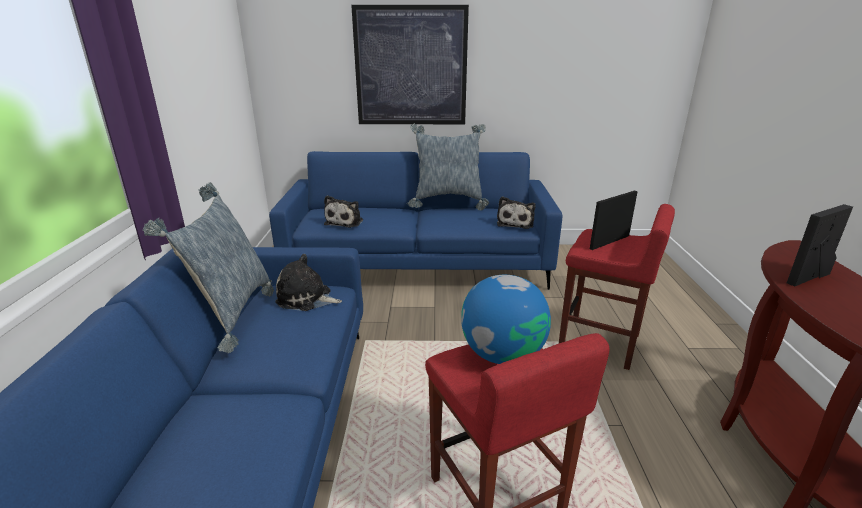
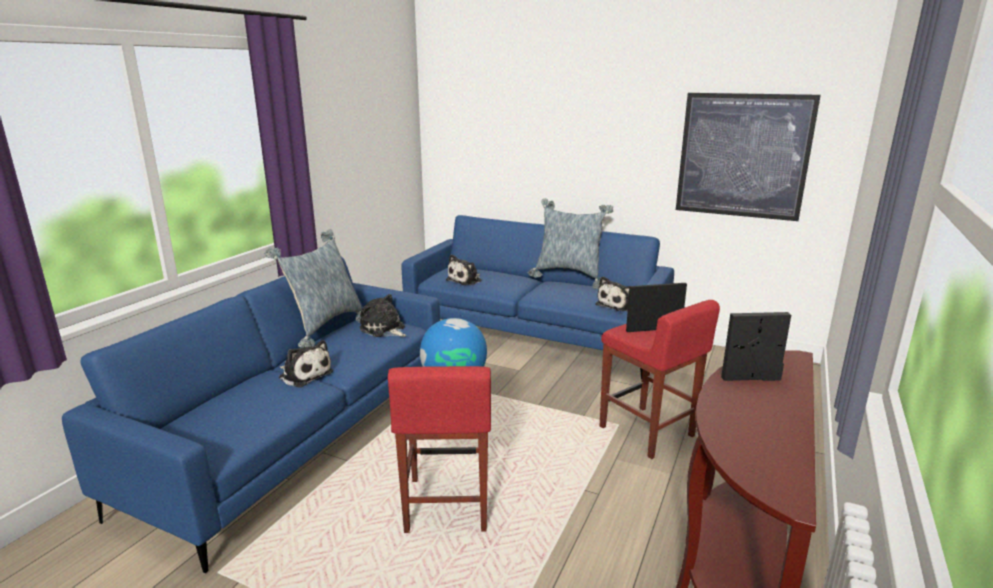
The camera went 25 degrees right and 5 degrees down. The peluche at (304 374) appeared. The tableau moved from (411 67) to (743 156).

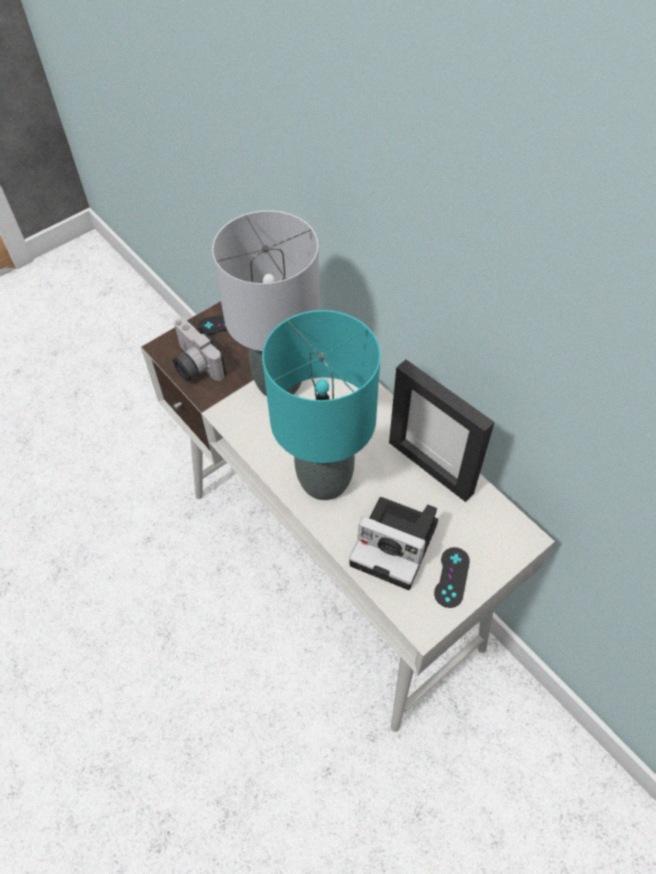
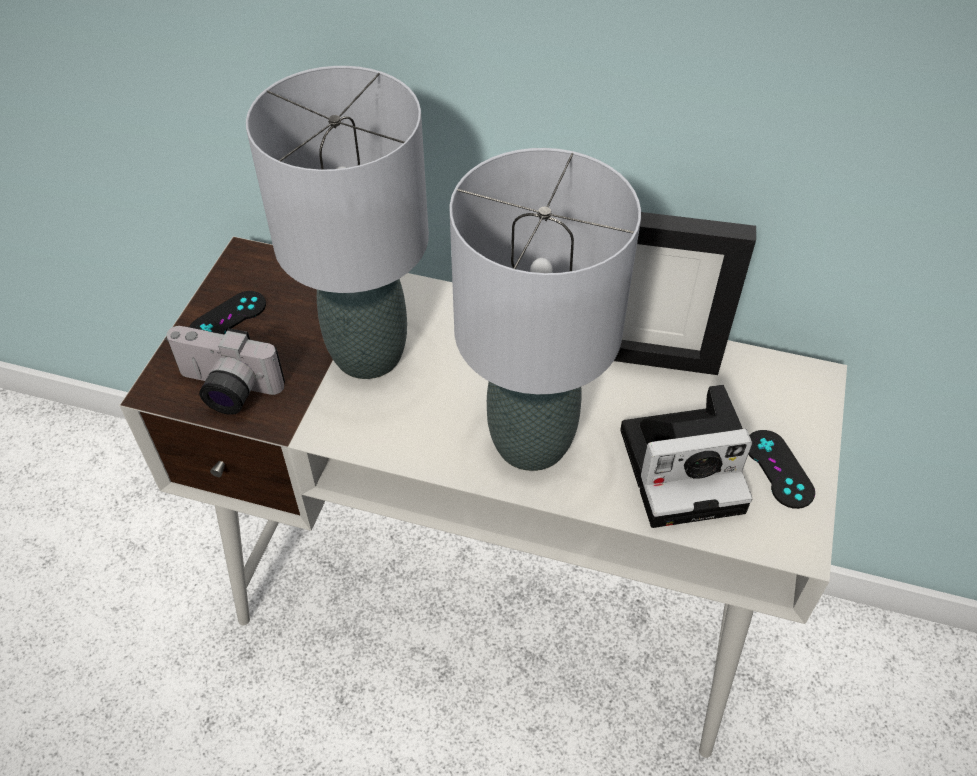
The camera went 35 degrees left and 5 degrees down. The lampe de table/turquoise at (324 480) became the lampe de table/gris at (530 442).

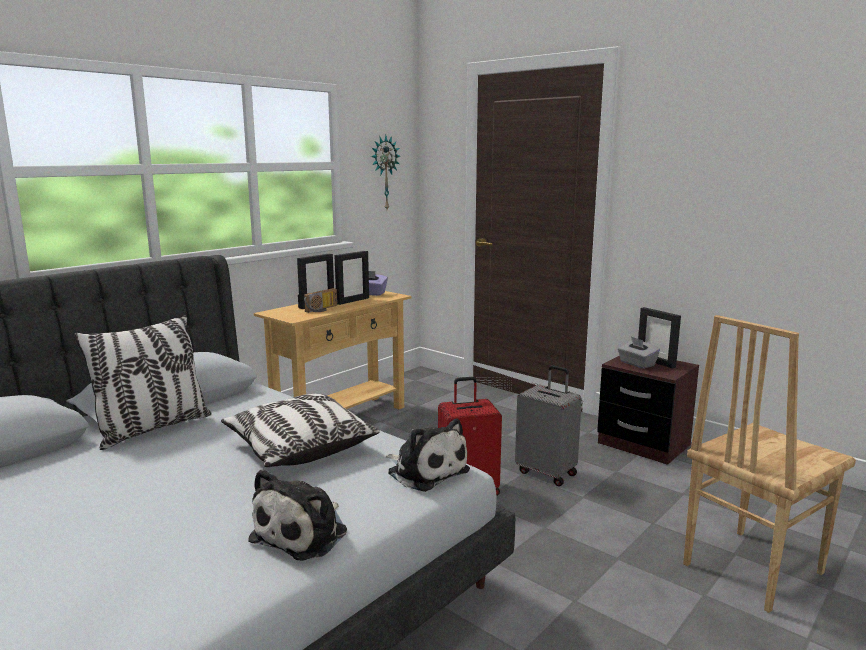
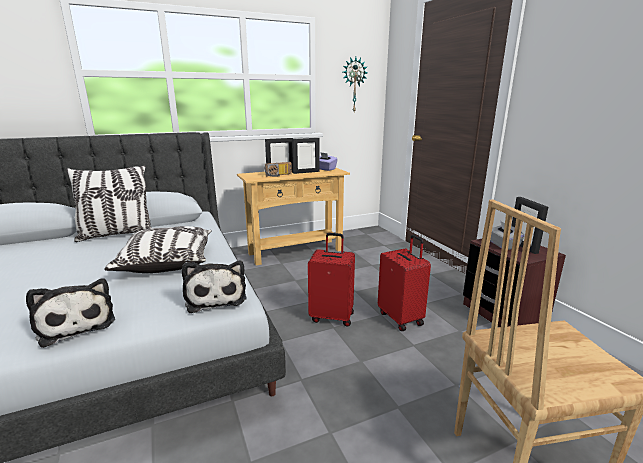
The camera went 25 degrees right and 5 degrees up. The peluche at (304 534) turned 90 degrees counterclockwise. The valise/gris at (547 472) became the valise/rouge at (401 318).

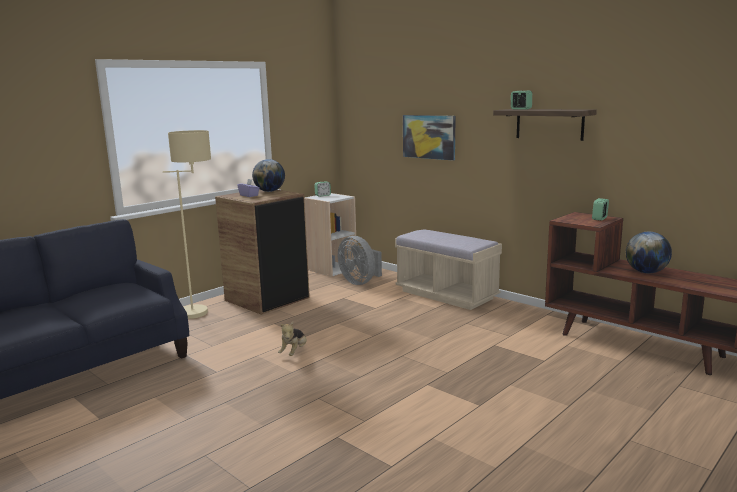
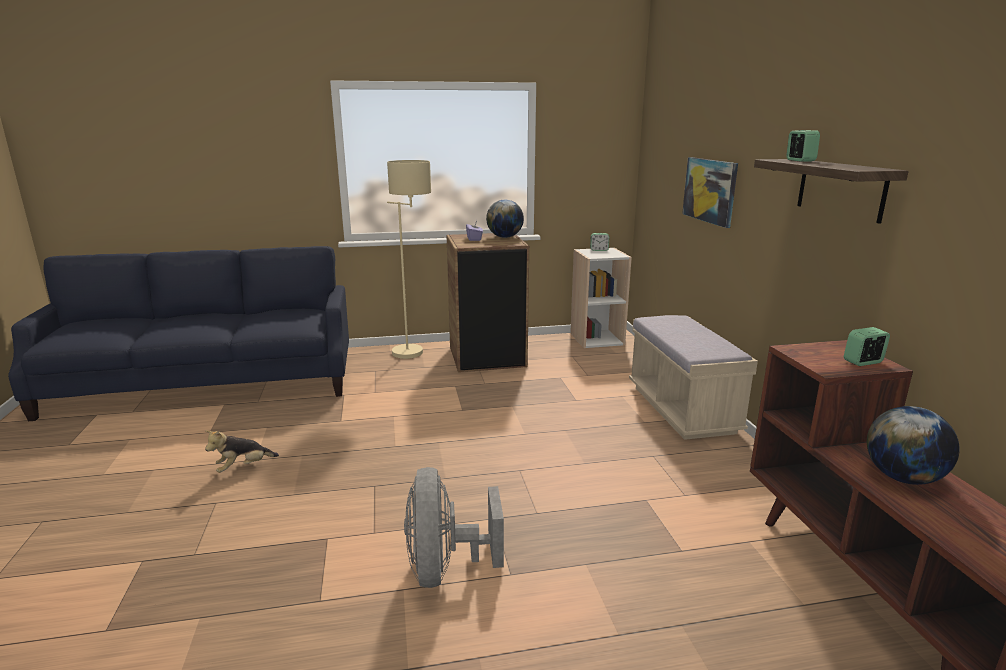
The camera went 35 degrees right and 5 degrees up. The peluche moved from (294 352) to (243 467). The ventilateur/gris moved from (360 282) to (446 568).

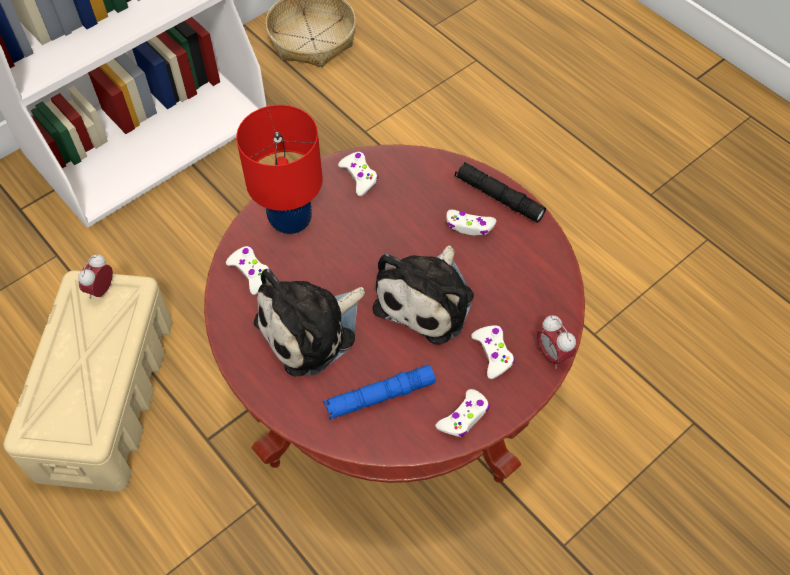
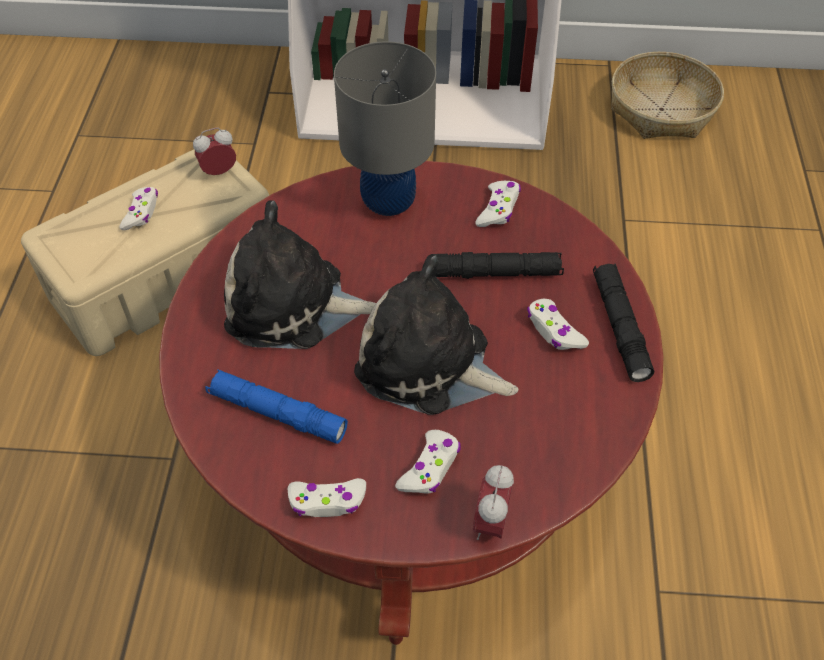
The camera went 45 degrees right and 5 degrees down. The manette/blanc moved from (250 272) to (141 212). The lampe de table/rouge at (291 223) became the lampe de table/gris at (388 205). The peluche at (428 299) turned 45 degrees clockwise. The lampe de poche/noir at (495 273) appeared.

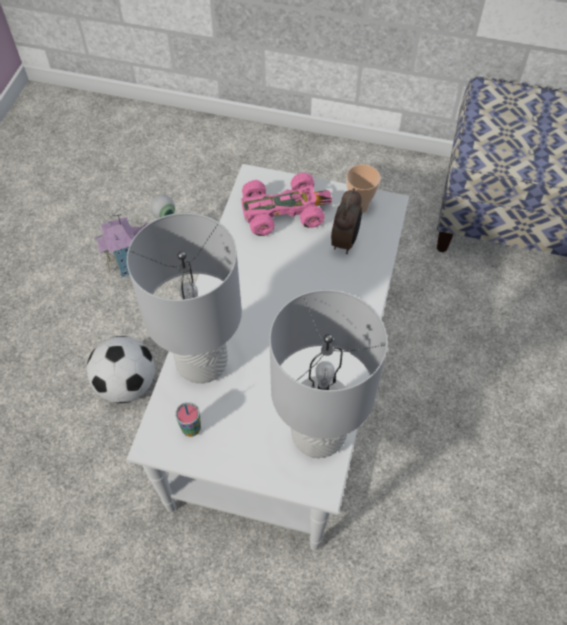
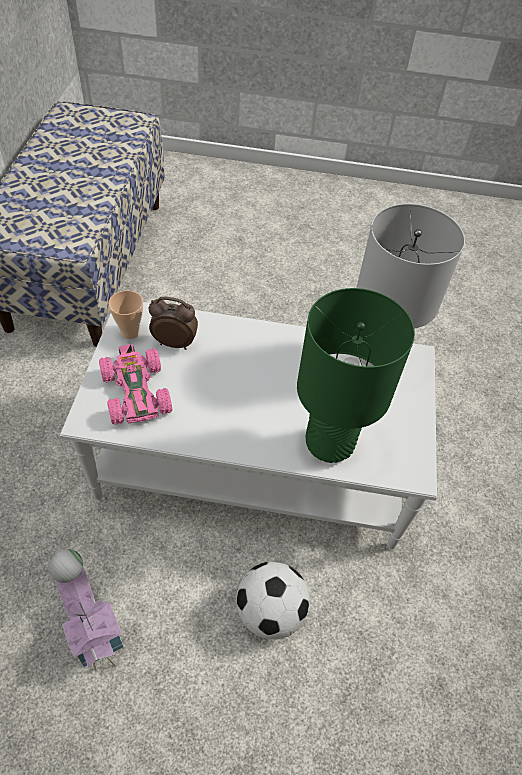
The camera went 100 degrees left and 5 degrees down. The lampe de table/gris at (202 364) became the lampe de table/vert at (328 446). The tasse at (191 429) disappeared.

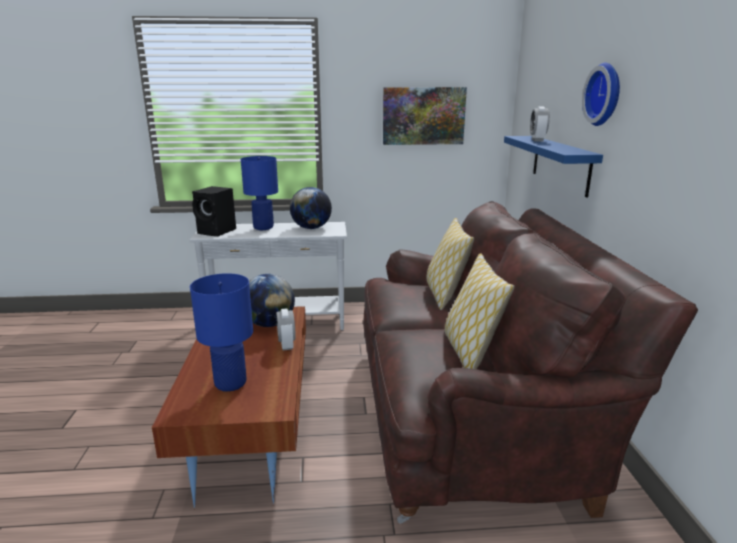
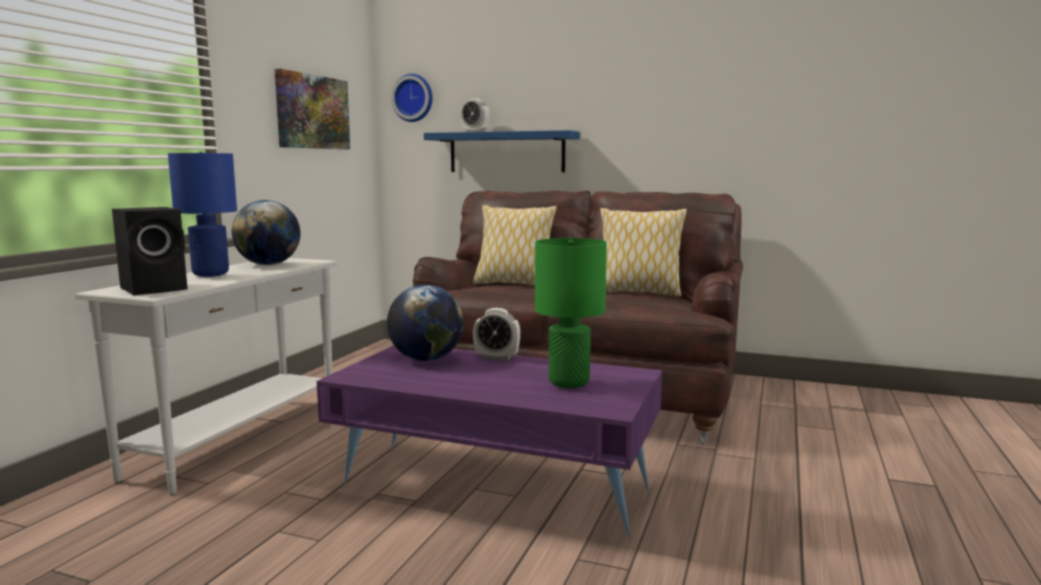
The camera went 65 degrees left and 10 degrees down. The table basse/marron at (252 427) became the table basse/violet at (495 489). The horloge murale moved from (605 94) to (413 98). The lampe de table/bleu at (231 385) became the lampe de table/vert at (568 385).

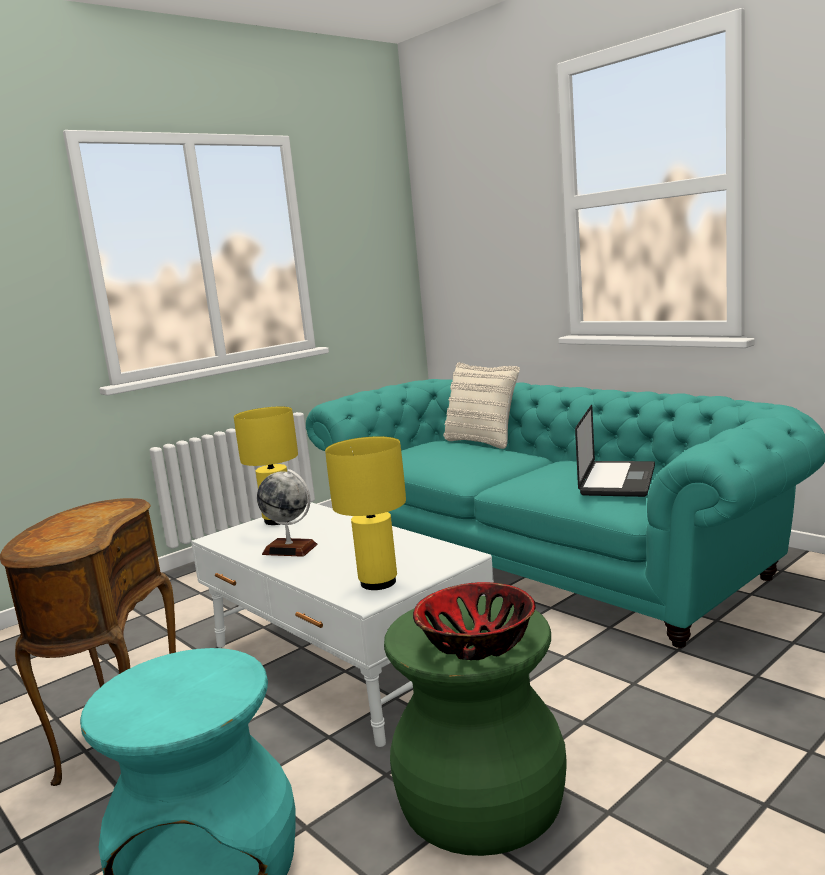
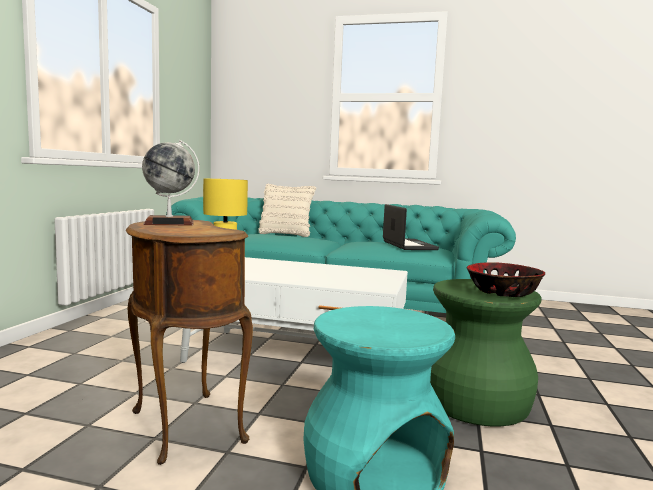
The camera went 35 degrees left and 5 degrees down. The globe moved from (290 549) to (169 223). The lampe de table/jaune at (378 583) disappeared.

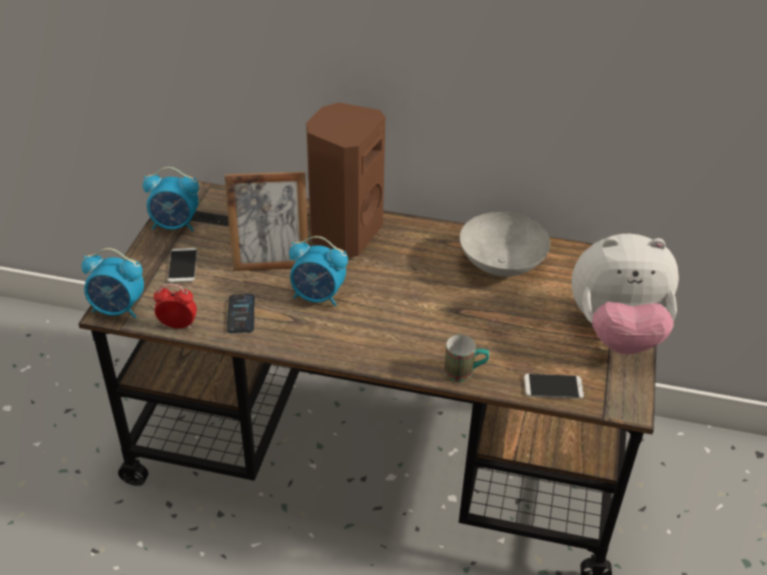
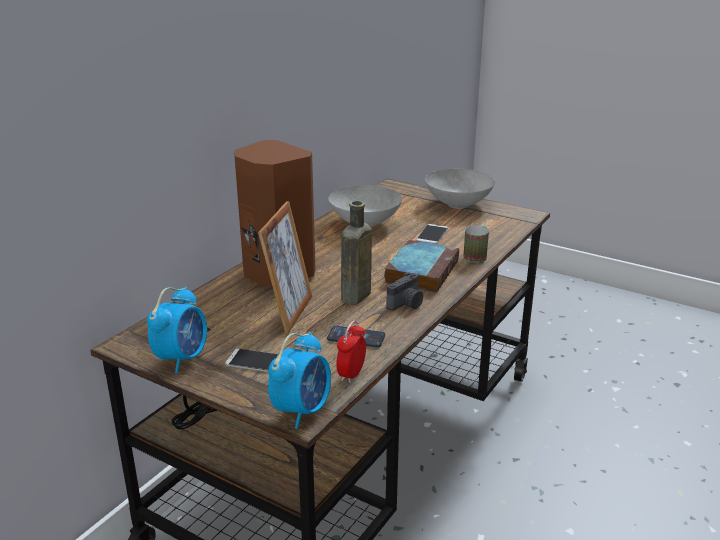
The camera went 70 degrees left and 15 degrees down. The réveil at (318 296) was replaced by the bouteille/marron at (355 297). The livre at (422 271) appeared. The appareil photo at (406 304) appeared. The téléphone moved from (553 387) to (432 235). The peluche at (616 332) was replaced by the bol/gris at (458 204).

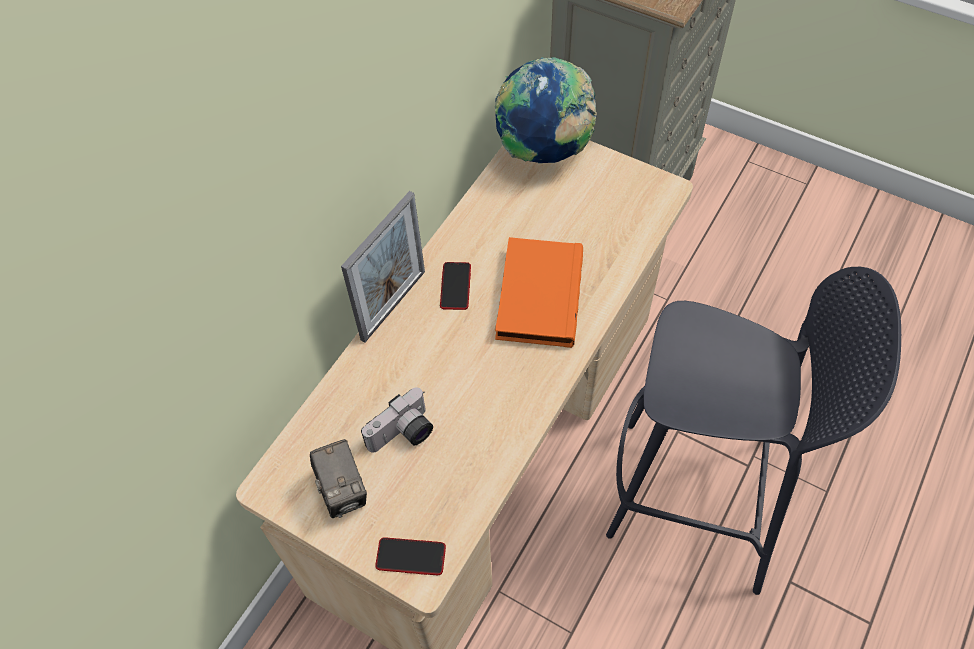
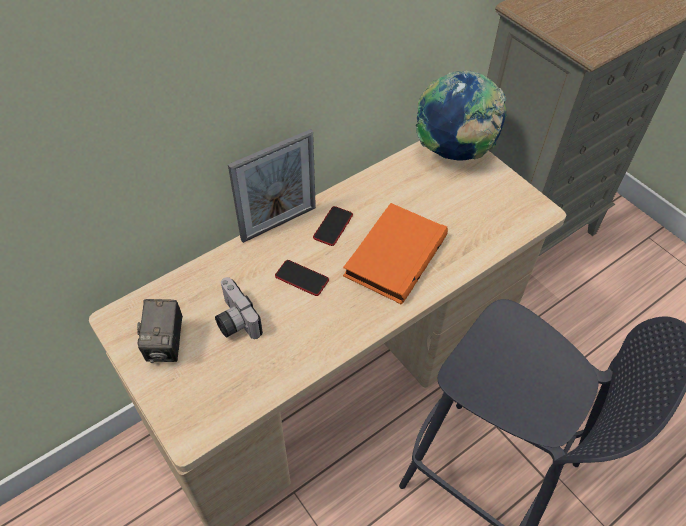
The camera went 20 degrees right and 5 degrees down. The appareil photo at (403 435) turned 75 degrees clockwise. The téléphone moved from (411 556) to (302 278).

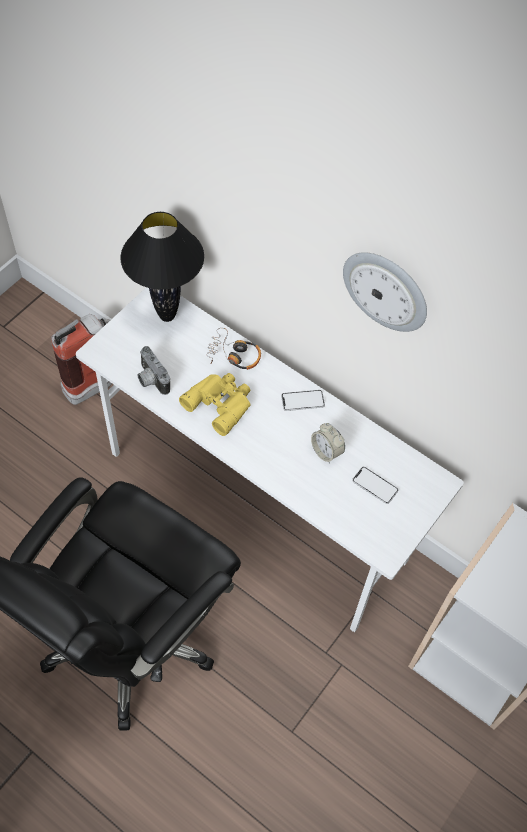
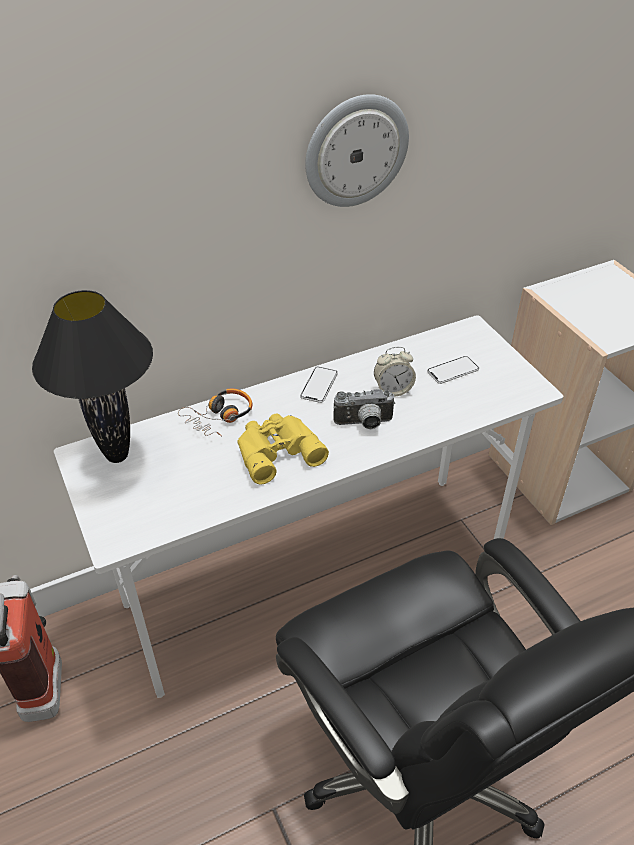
The camera went 60 degrees left and 15 degrees down. The appareil photo moved from (150 380) to (364 424).

